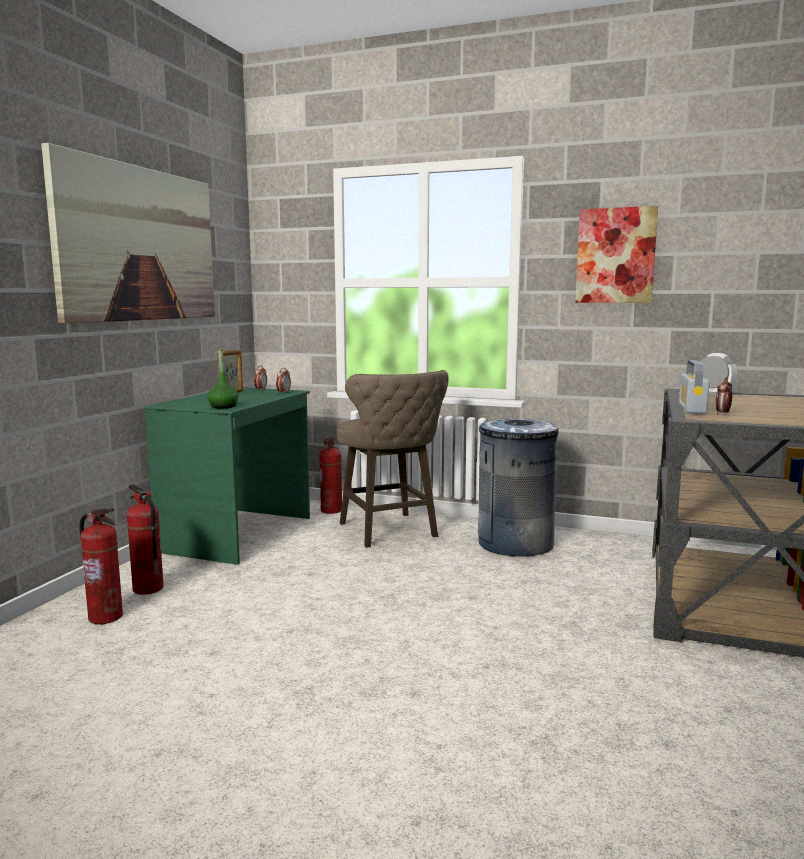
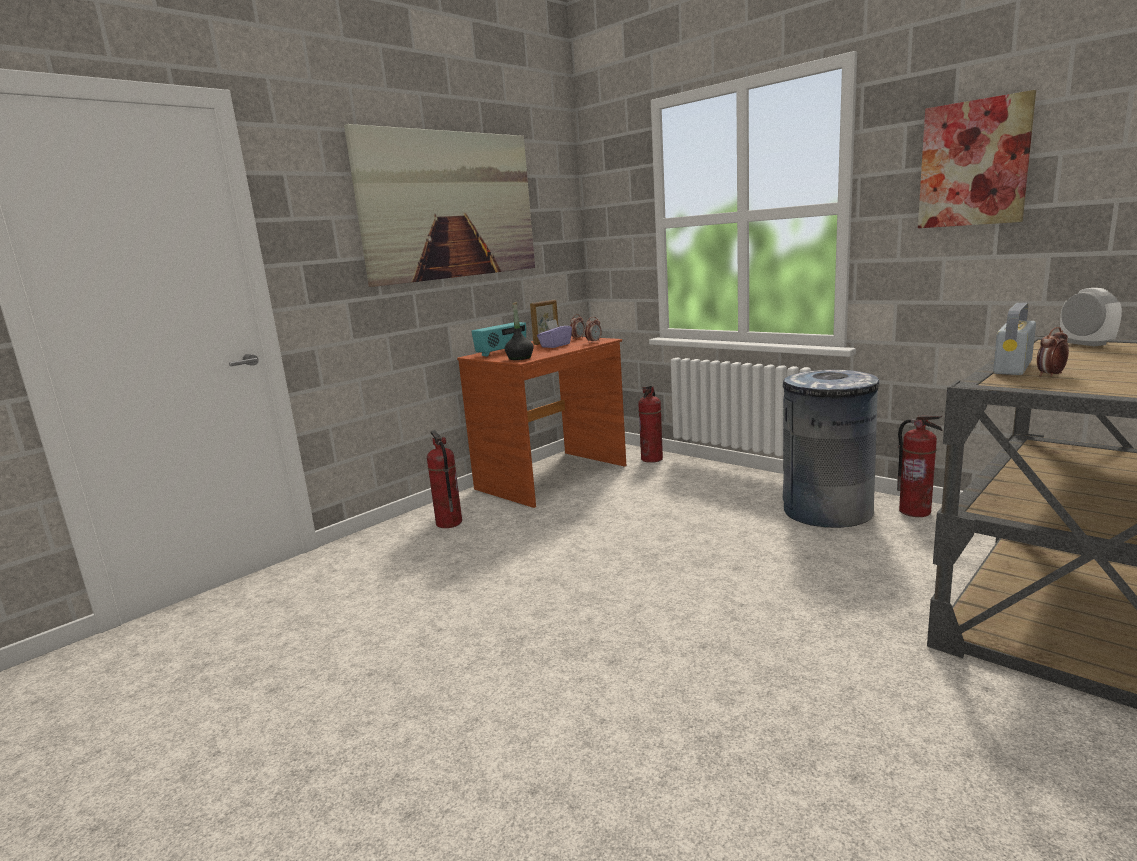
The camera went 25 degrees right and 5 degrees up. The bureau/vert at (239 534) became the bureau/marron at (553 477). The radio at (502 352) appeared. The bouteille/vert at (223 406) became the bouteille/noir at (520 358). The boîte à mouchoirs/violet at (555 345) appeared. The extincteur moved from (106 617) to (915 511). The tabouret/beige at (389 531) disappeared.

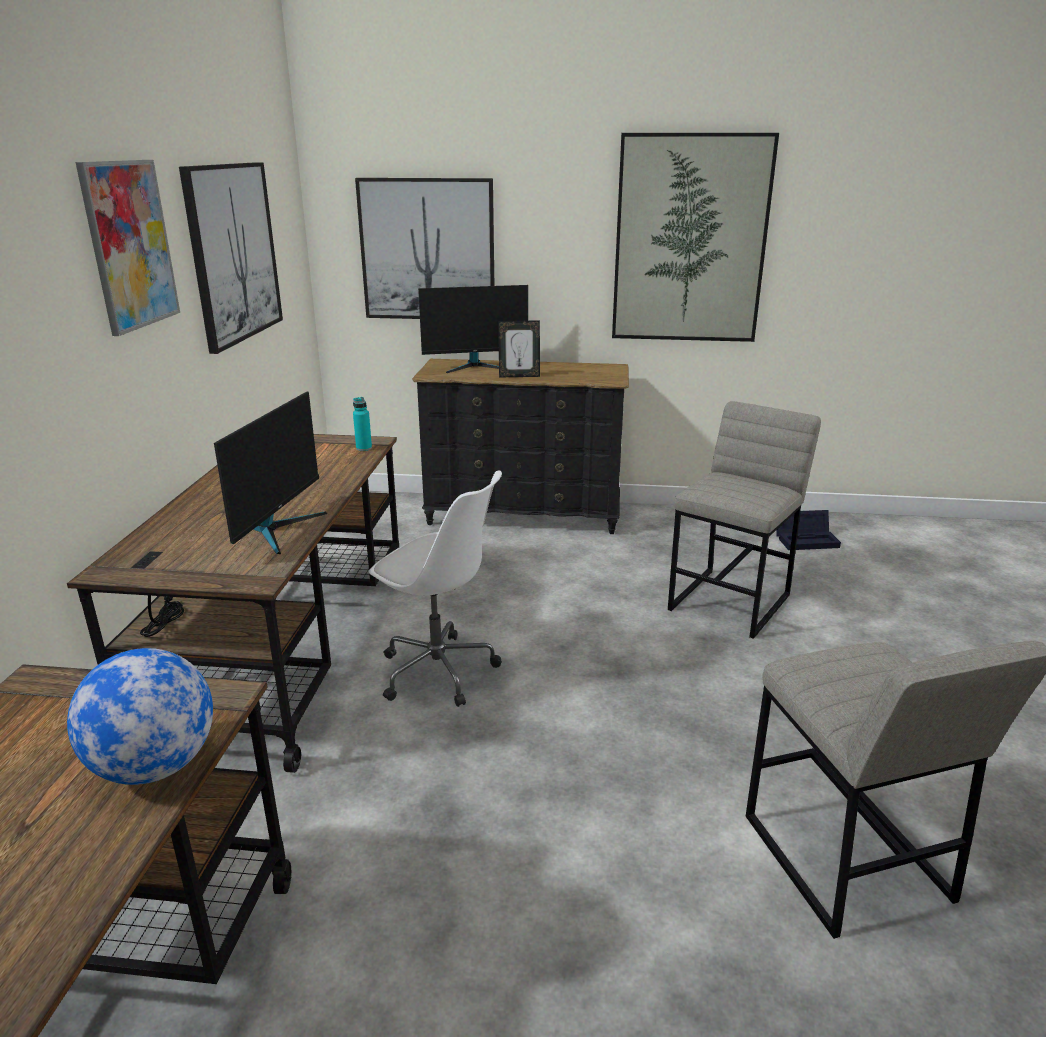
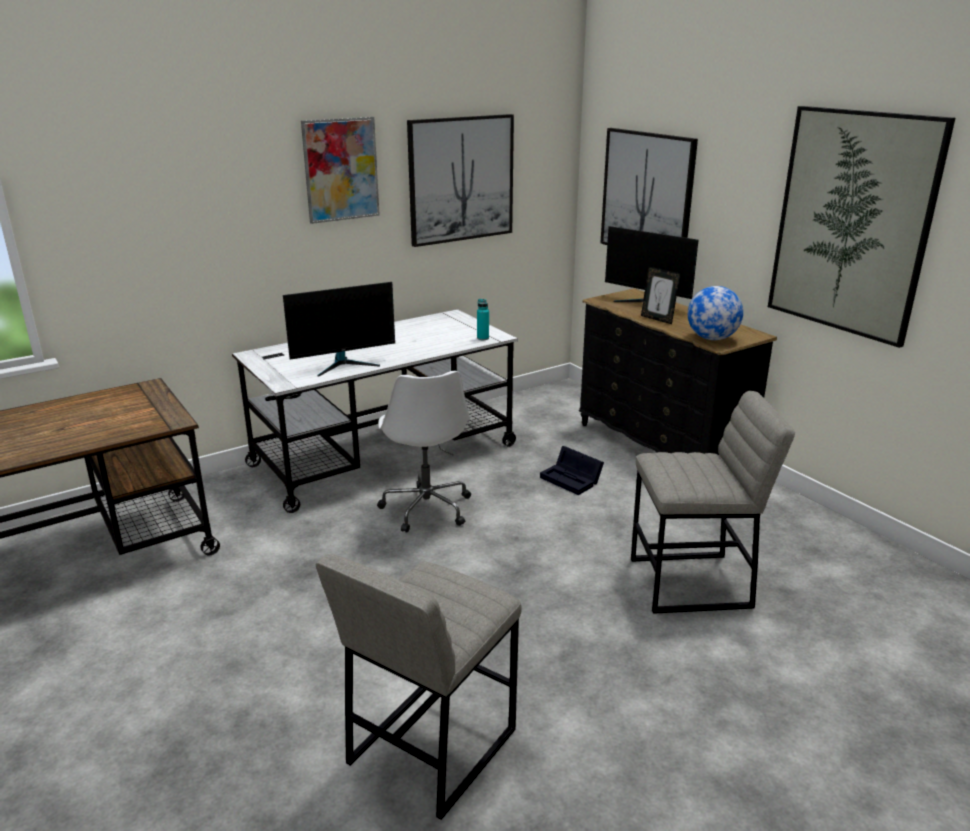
The camera went 50 degrees right and 0 degrees up. The bureau/marron at (285 648) became the bureau/blanc at (384 455). The boîte de rangement/noir moved from (807 539) to (572 479). The globe moved from (155 767) to (712 338).

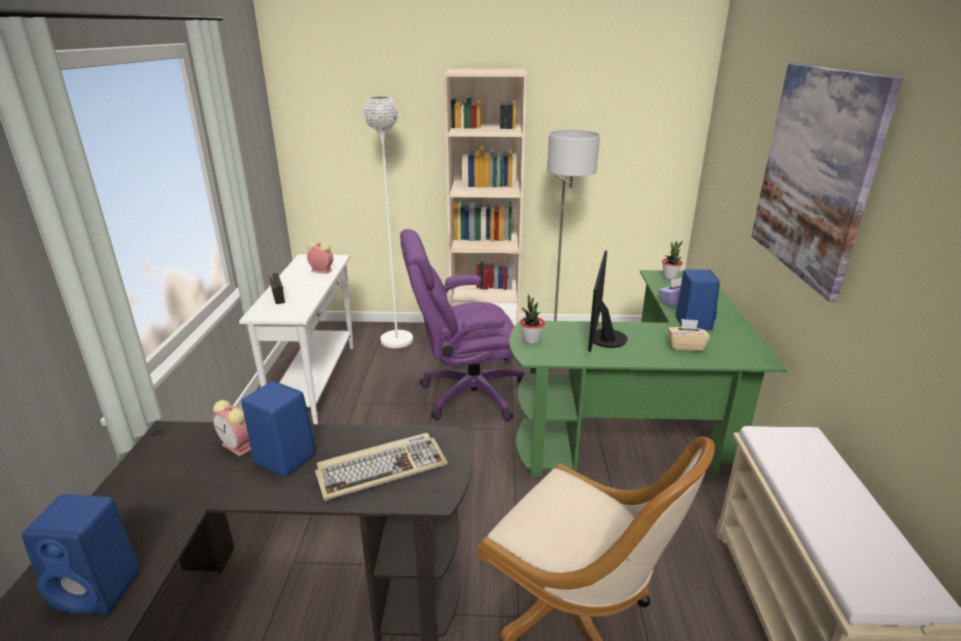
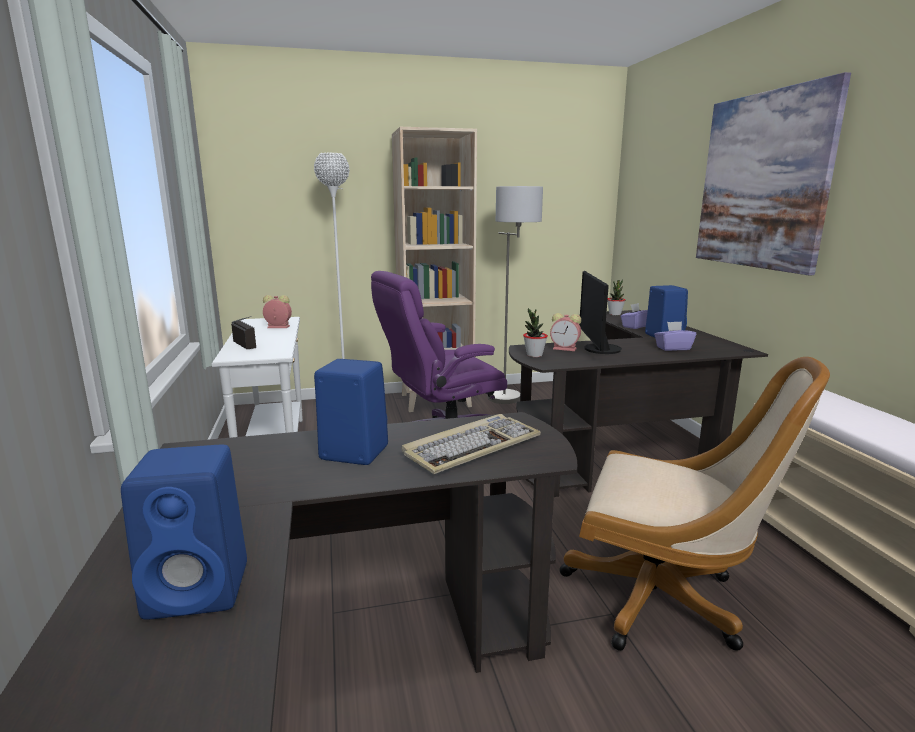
The camera went 15 degrees left and 10 degrees down. The bureau/vert at (644 427) became the bureau/noir at (626 447). The réveil moved from (239 447) to (565 348). The boîte à mouchoirs/beige at (685 346) became the boîte à mouchoirs/violet at (673 348).

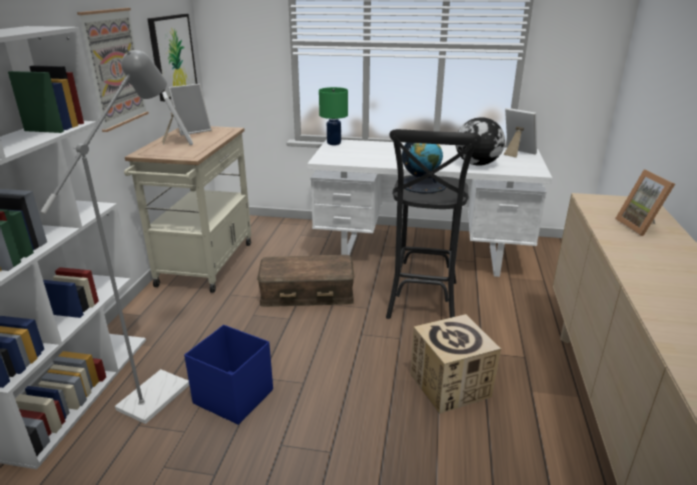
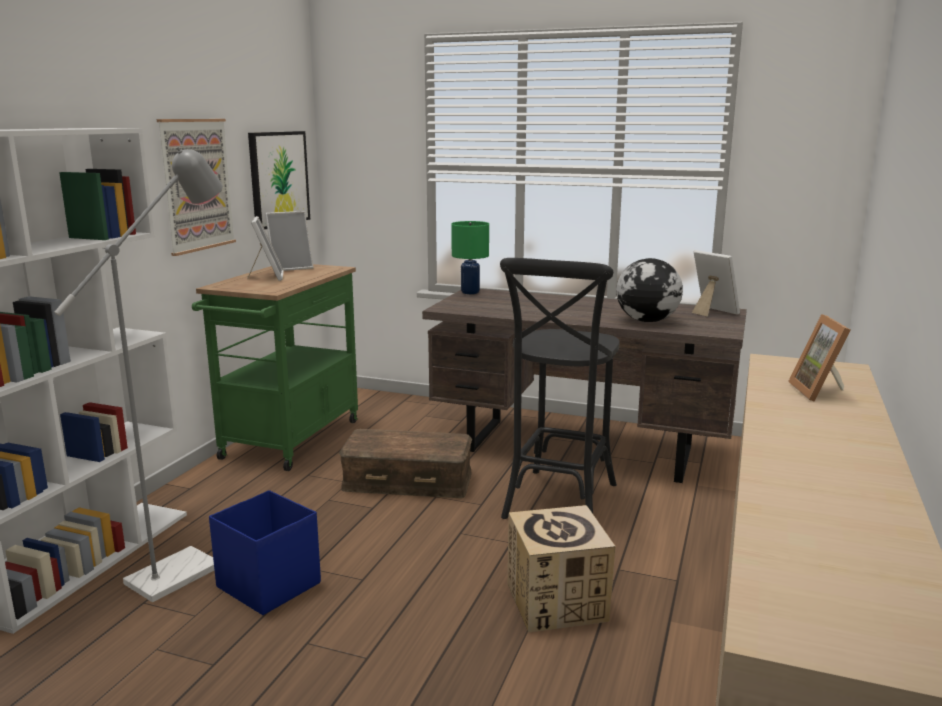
The camera went 10 degrees right and 10 degrees down. The chariot/beige at (204 266) became the chariot/vert at (288 441). The bureau/blanc at (421 254) became the bureau/marron at (581 449). The globe at (423 184) disappeared.

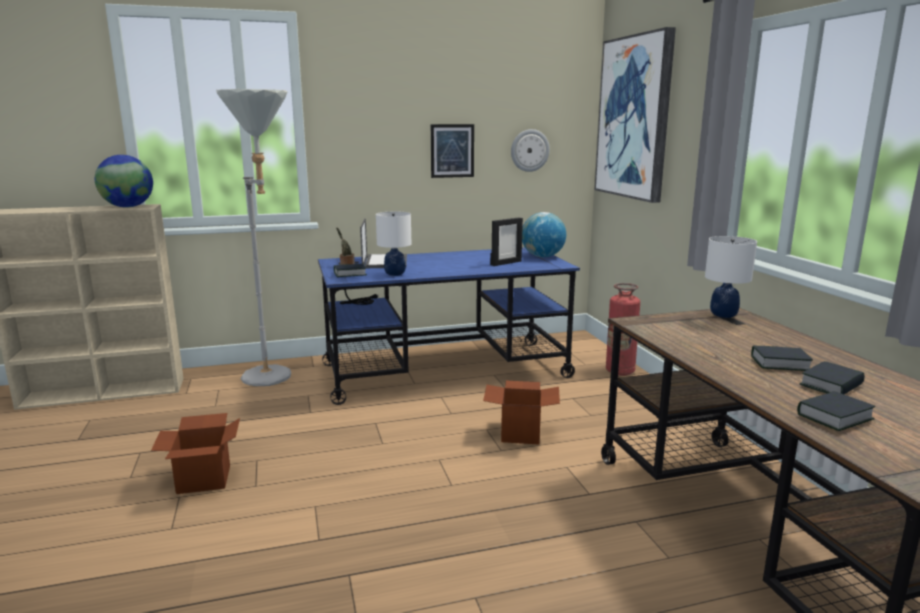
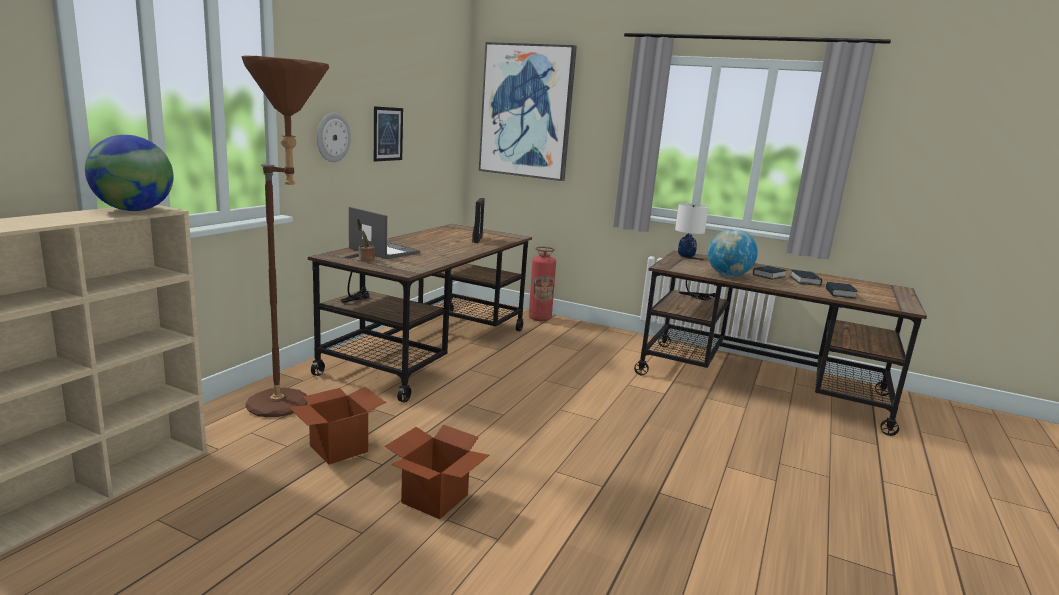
The camera went 50 degrees left and 0 degrees up. The lampadaire/gris at (274 379) became the lampadaire/marron at (291 403). The carton moved from (521 434) to (339 448). The bureau/bleu at (445 371) became the bureau/marron at (430 350). The horloge murale moved from (529 150) to (332 137). The globe moved from (542 256) to (728 275). The livre at (350 274) disappeared. The lampe de table/blanc at (394 274) disappeared.

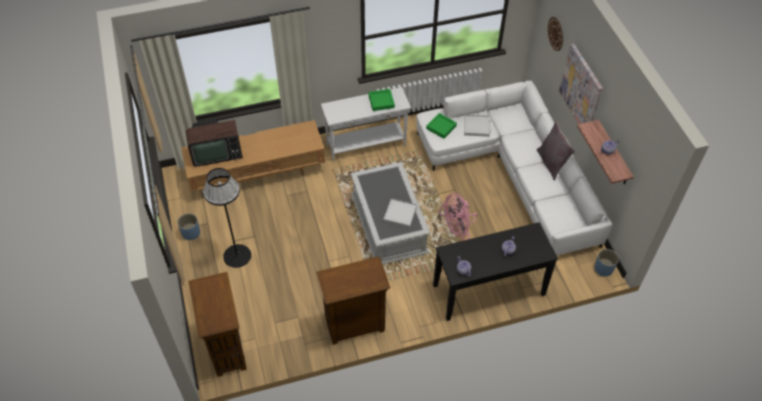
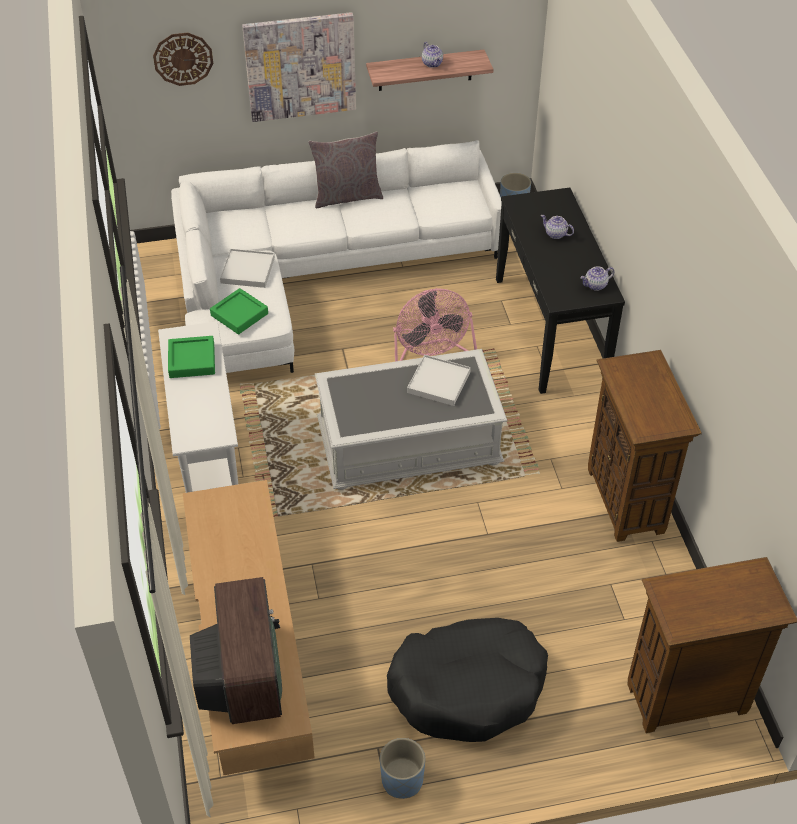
The camera went 85 degrees left and 5 degrees down. The lampadaire/noir at (237 256) was replaced by the panier pour chien/noir at (468 687).

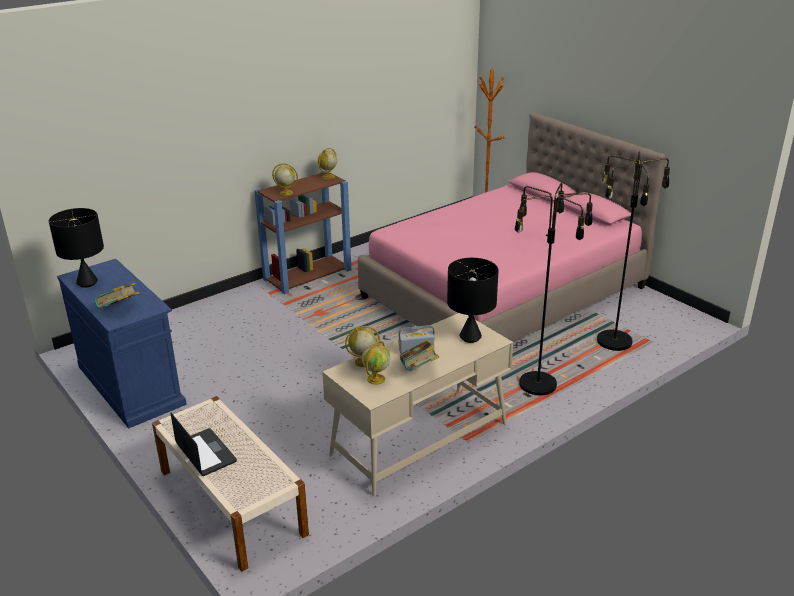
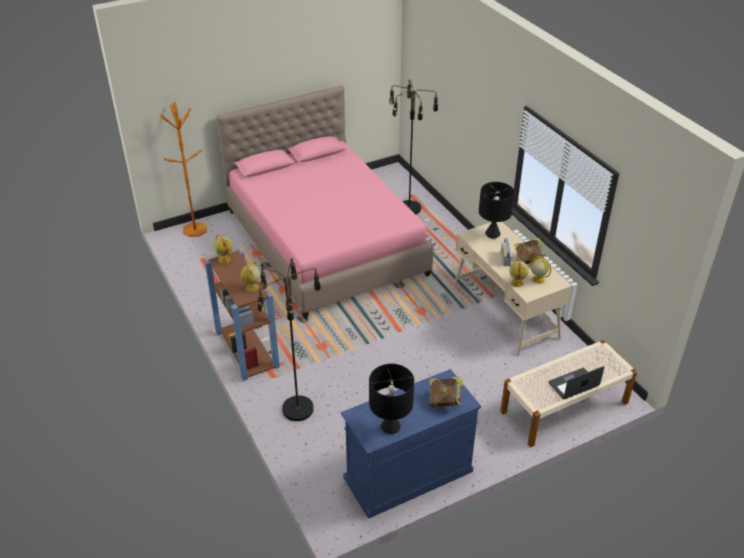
The camera went 80 degrees left and 10 degrees up. The lampadaire moved from (538 384) to (297 409).

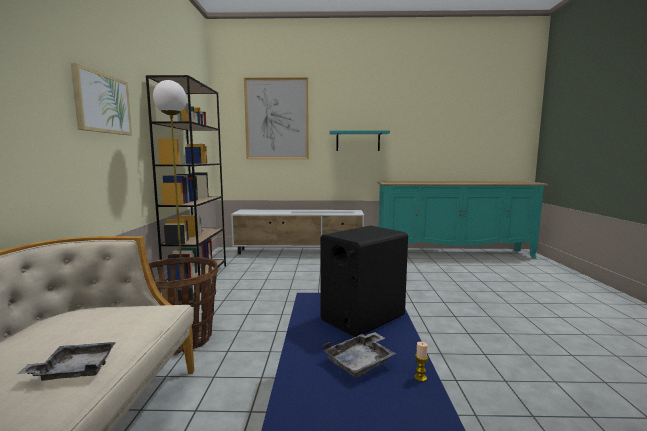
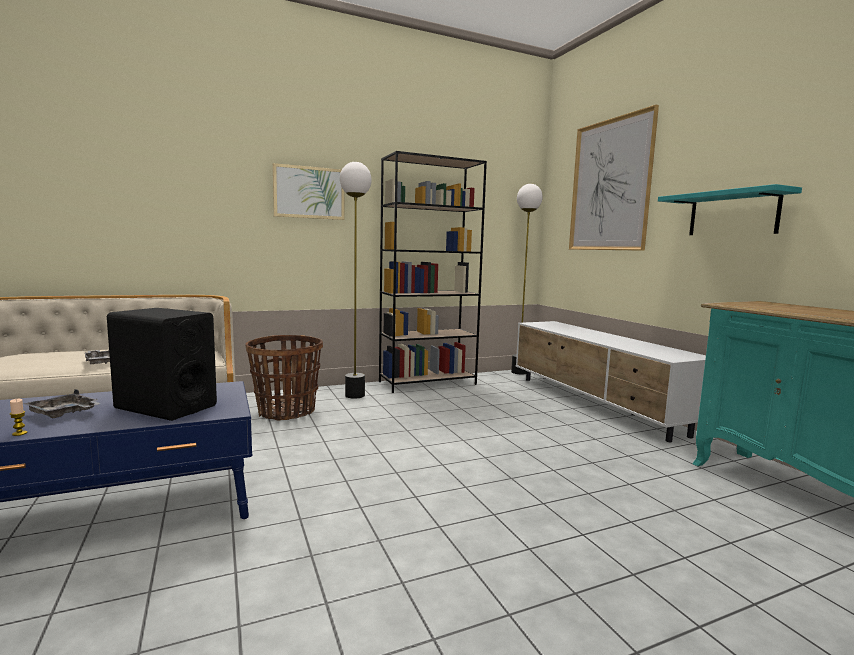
The camera went 65 degrees right and 0 degrees up. The lampadaire at (519 372) appeared.

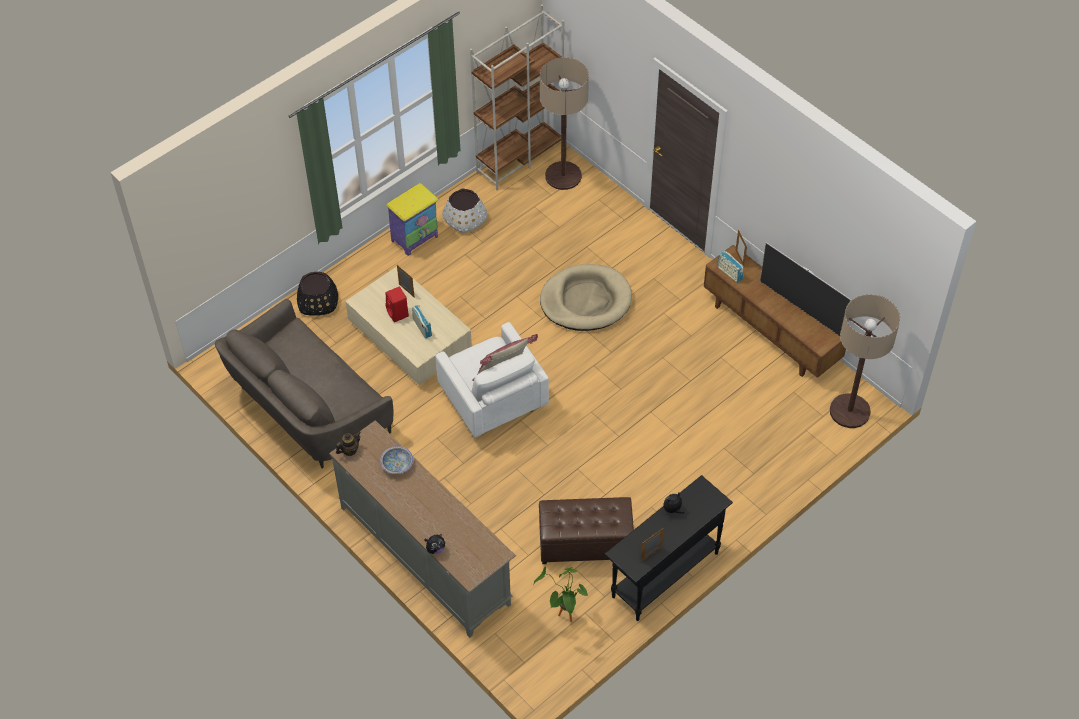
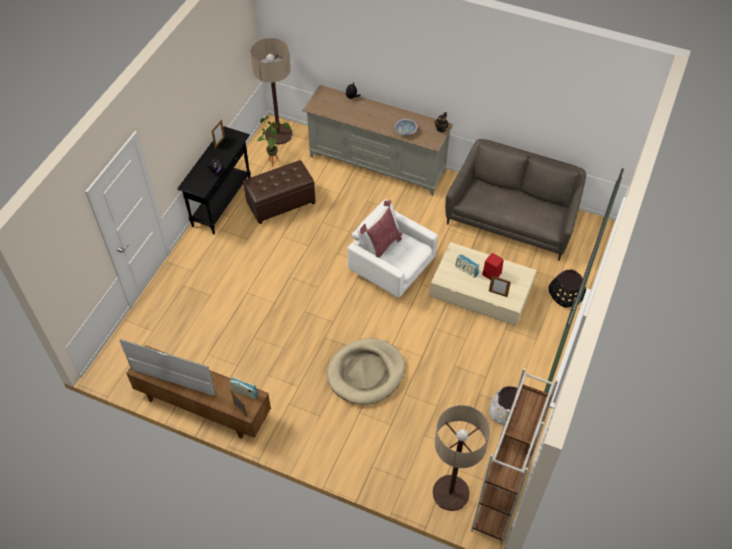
The camera went 155 degrees right and 0 degrees up. The lampadaire moved from (849 411) to (278 134). The table de chevet at (416 239) disappeared.

